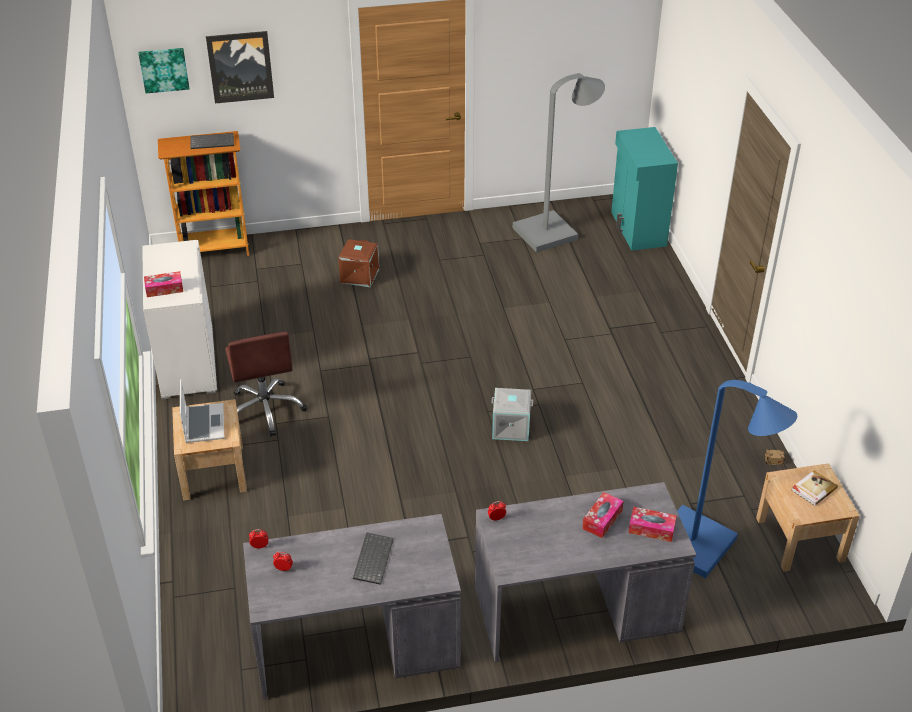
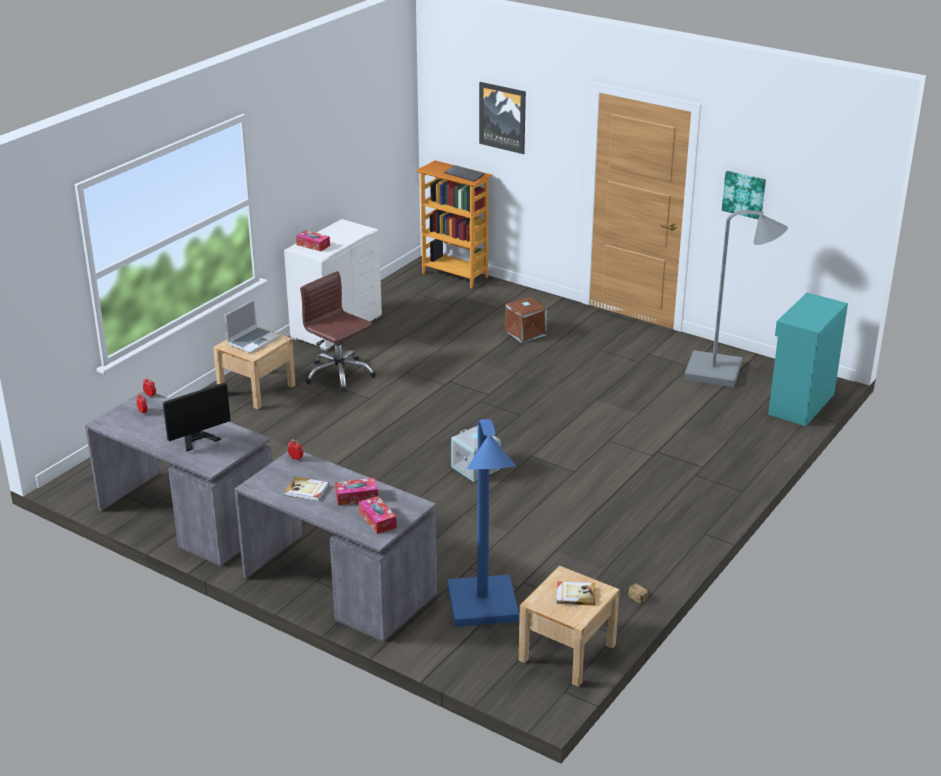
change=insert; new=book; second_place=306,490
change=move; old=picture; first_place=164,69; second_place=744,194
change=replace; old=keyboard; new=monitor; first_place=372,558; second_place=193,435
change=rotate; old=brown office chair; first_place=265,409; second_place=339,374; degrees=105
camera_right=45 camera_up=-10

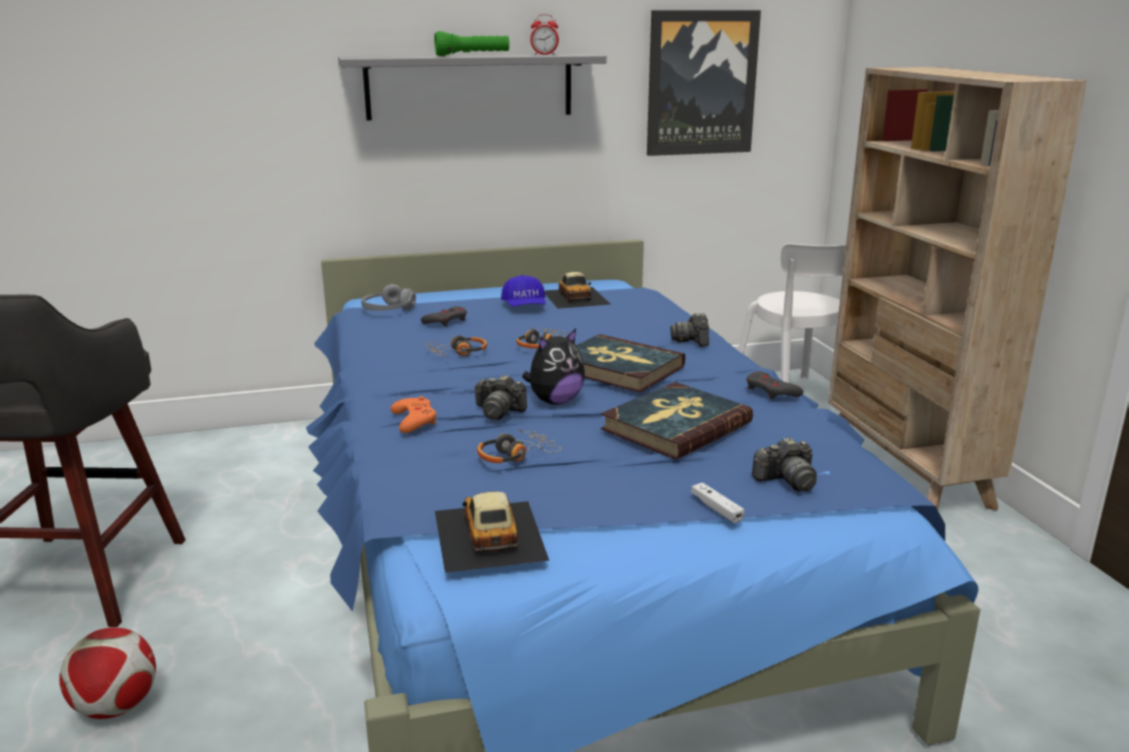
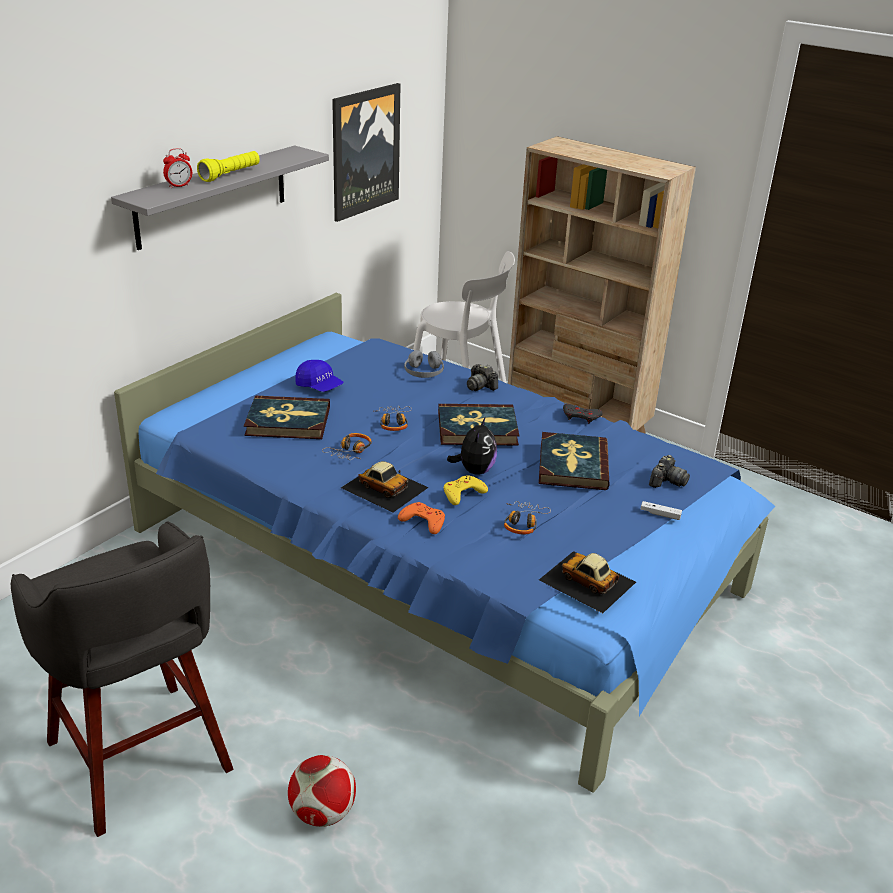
change=move; old=grey headphones; first_place=388,310; second_place=424,373
change=move; old=alarm clock; first_place=544,54; second_place=179,186
change=move; old=toy car; first_place=576,297; second_place=384,487
change=replace; old=grey game controller; new=book; first_place=446,321; second_place=288,421
change=replace; old=photo camera; new=yellow game controller; first_place=499,411; second_place=463,493
change=recolor; old=green flashlight; new=yellow flashlight; first_place=472,56; second_place=230,175
camera_right=-40 camera_up=10

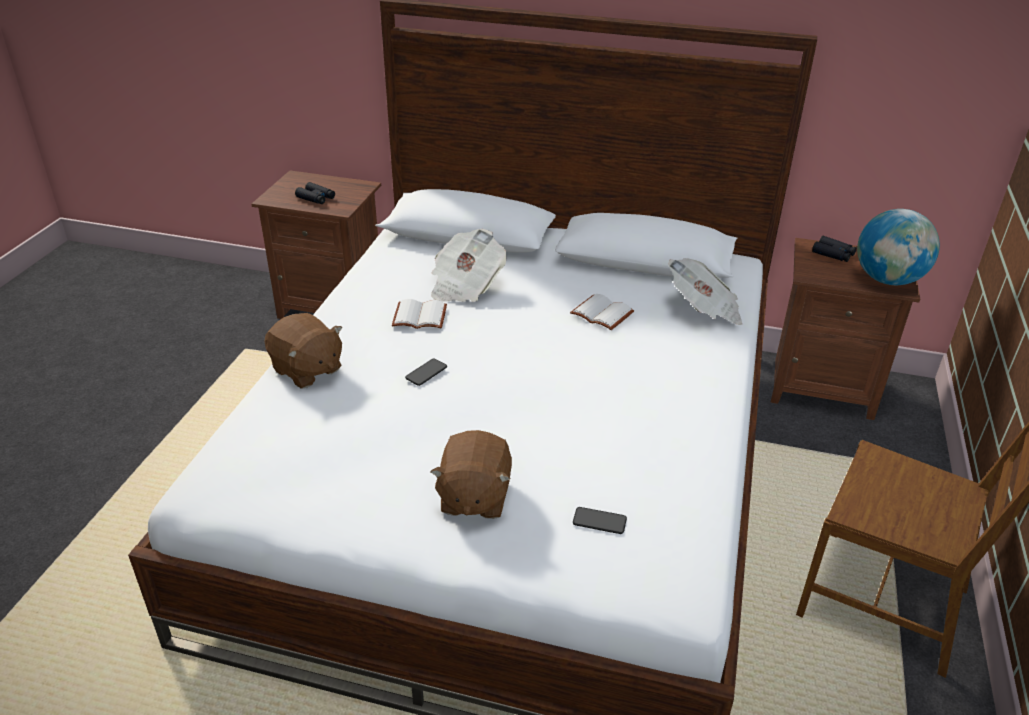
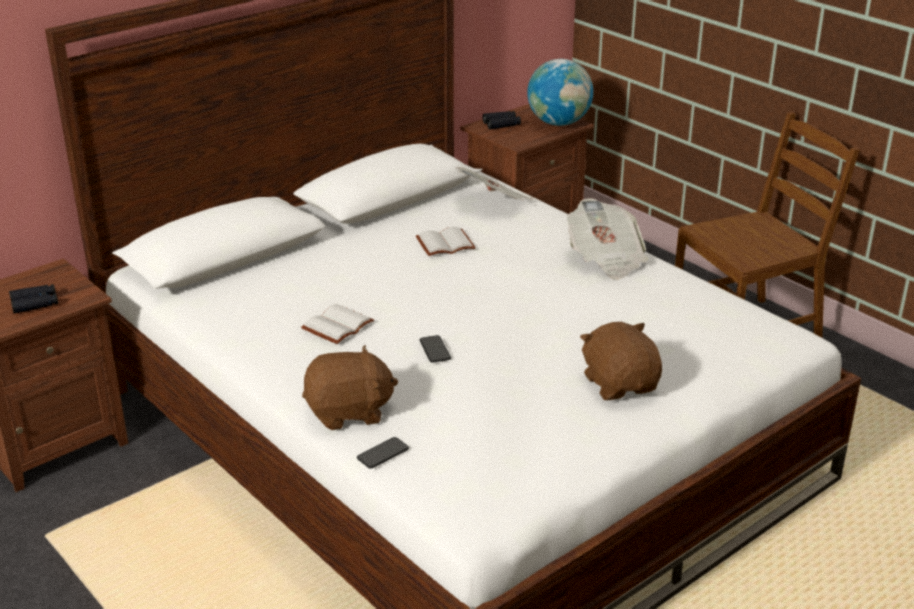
change=move; old=newspaper; first_place=465,285; second_place=606,259
change=move; old=phone; first_place=599,521; second_place=383,454
change=rotate; old=brown plush toy; first_place=473,497; second_place=620,384; degrees=-150
camera_right=-55 camera_up=-5

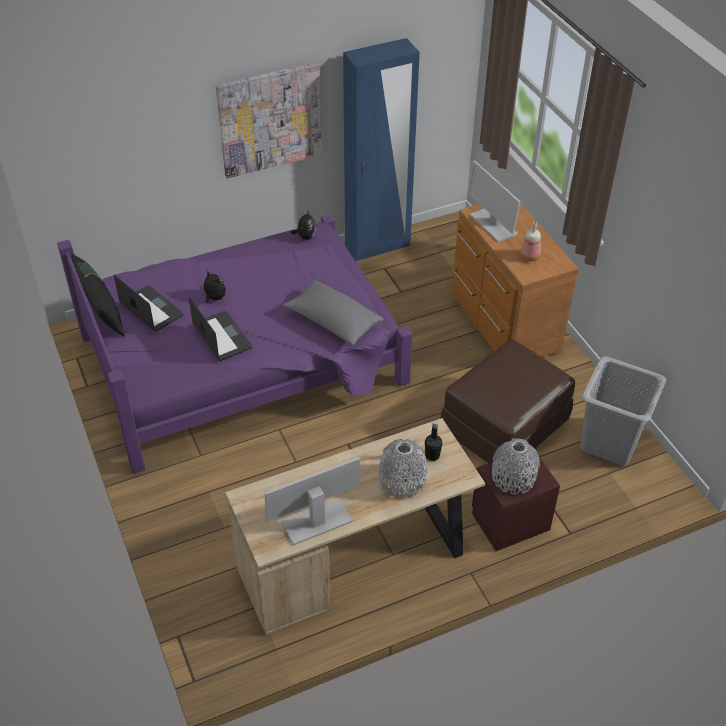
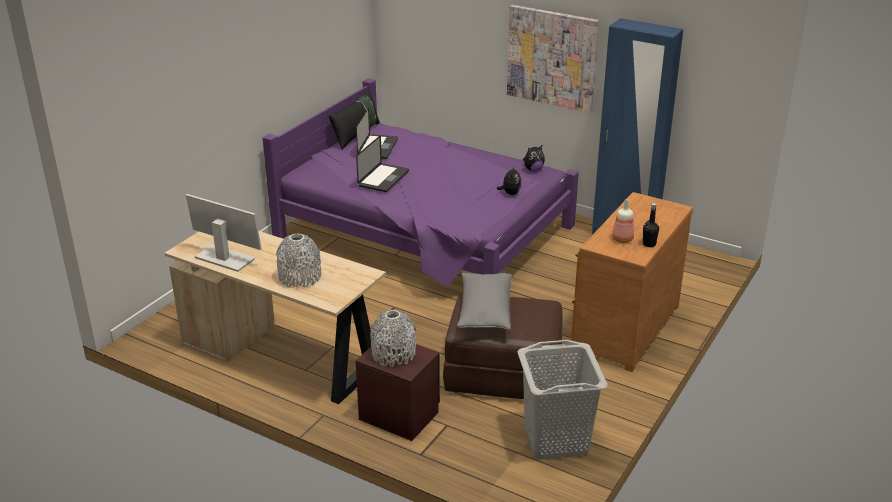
change=delete; old=monitor; first_place=492,224
change=move; old=plush toy; first_place=214,298; second_place=510,193
change=move; old=grey pillow; first_place=333,321; second_place=485,312
change=move; old=black bottle; first_place=432,455; second_place=649,244
camera_right=55 camera_up=-15

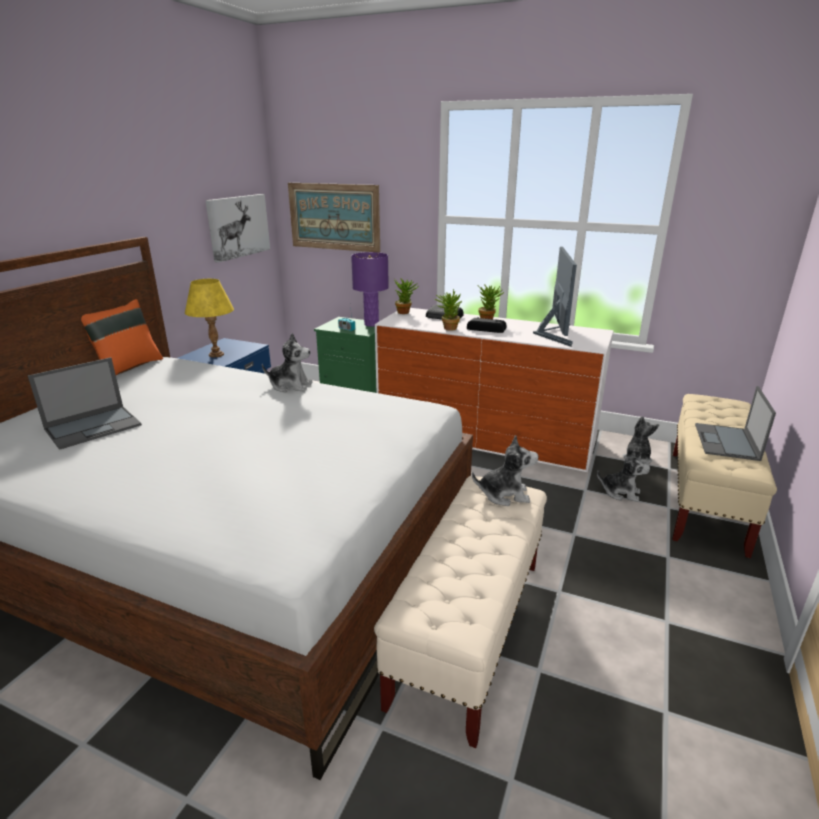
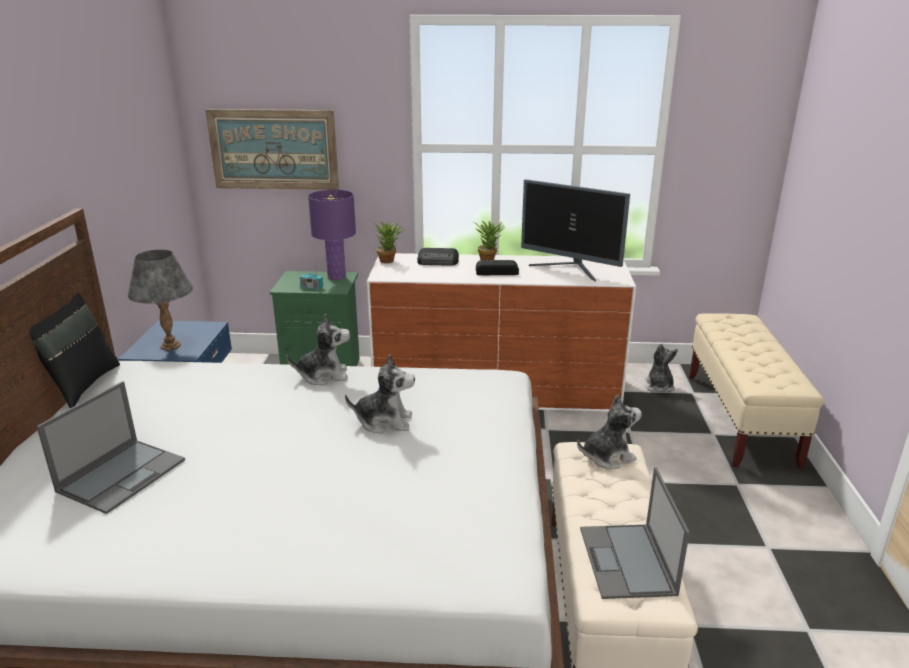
change=delete; old=picture; first_place=238,226
change=delete; old=potted plant; first_place=448,328
change=move; old=plush toy; first_place=620,492; second_place=384,421
change=move; old=laptop; first_place=726,442; second_place=627,562
change=recolor; old=orange pillow; new=black pillow; first_place=127,368; second_place=81,385
change=recolor; old=yellow table lamp; new=grey table lamp; first_place=216,355; second_place=171,346
change=rotate; old=monitor; first_place=554,334; second_place=570,270; degrees=135
camera_right=-20 camera_up=0

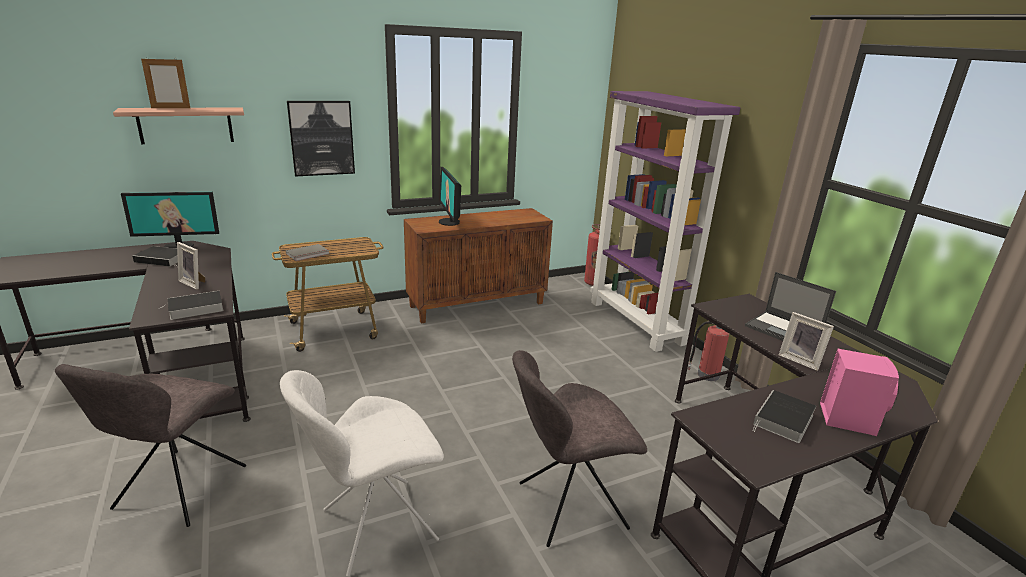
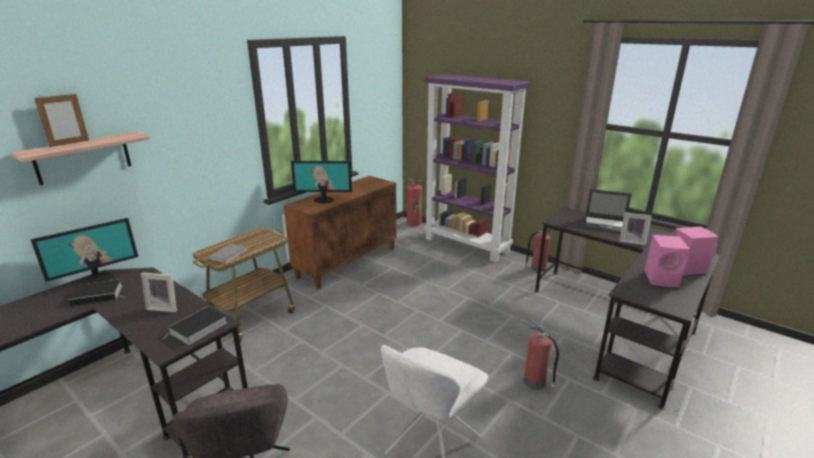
change=delete; old=picture; first_place=321,138
change=replace; old=grey chair; new=fire extinguisher; first_place=567,506; second_place=535,382
change=replace; old=book; new=pink speaker; first_place=783,420; second_place=662,279
change=rotate; old=monitor; first_place=449,222; second_place=324,200; degrees=-45
camera_right=-25 camera_up=0

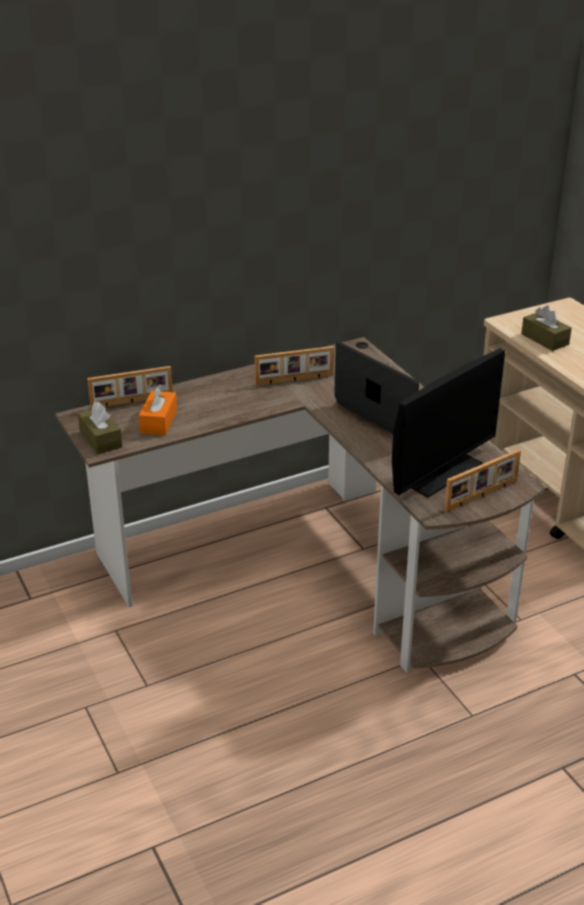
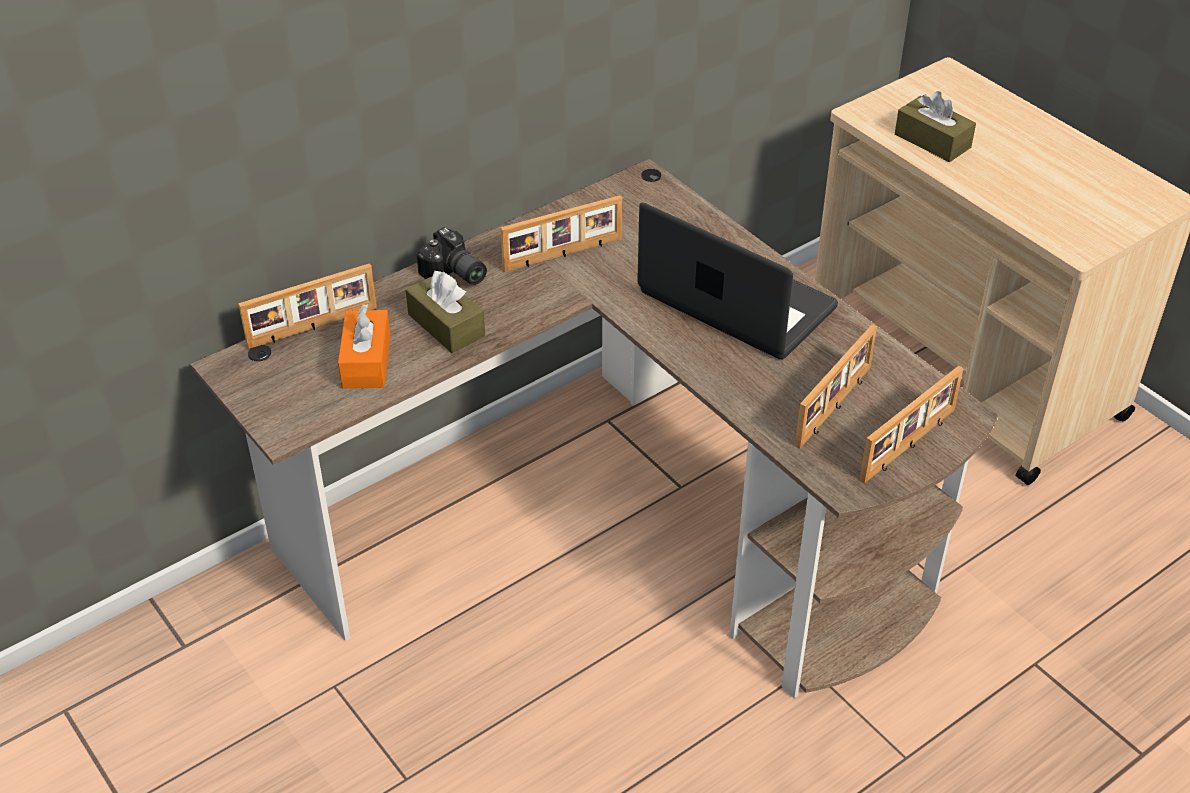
change=insert; new=photo camera; second_place=454,275
change=move; old=brown tissue box; first_place=100,439; second_place=446,325
change=replace; old=monitor; new=picture frame; first_place=440,472; second_place=835,407
camera_right=-10 camera_up=10

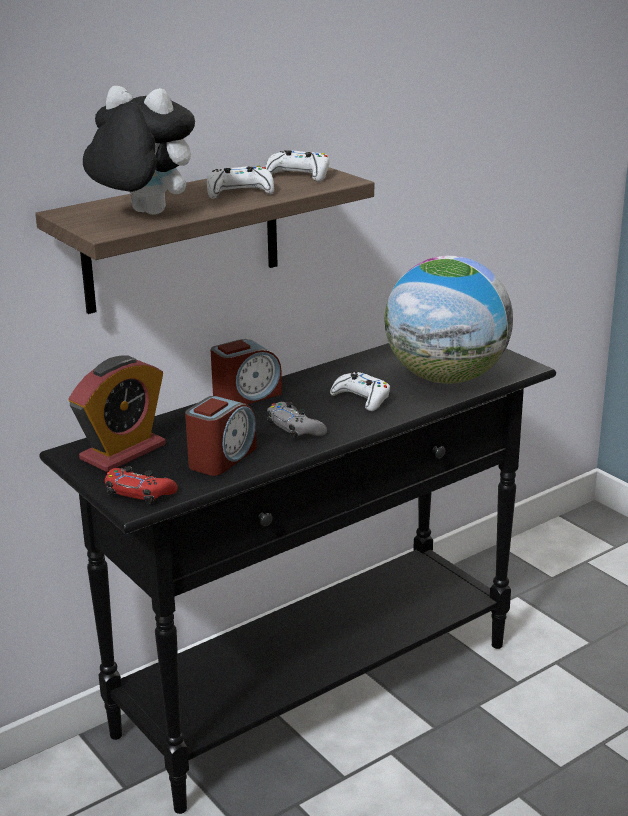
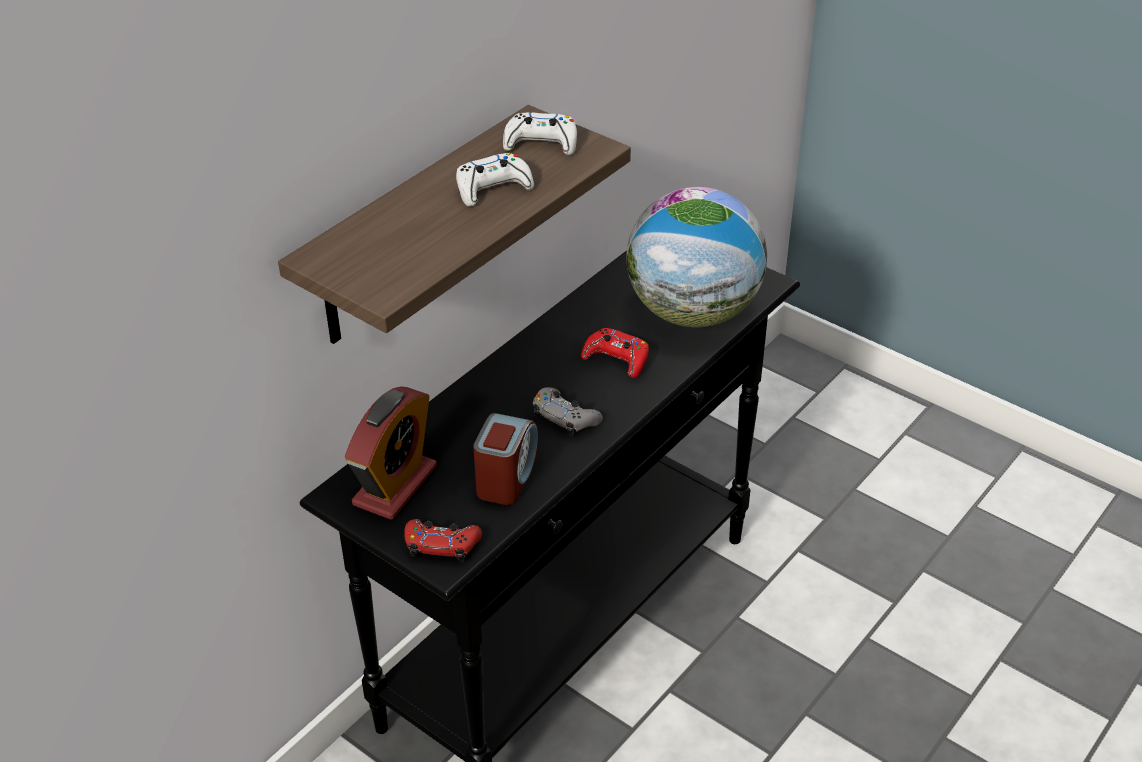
change=delete; old=plush toy; first_place=142,214
change=delete; old=alarm clock; first_place=246,396
change=recolor; old=white game controller; new=red game controller; first_place=361,398; second_place=617,359
camera_right=-15 camera_up=15

